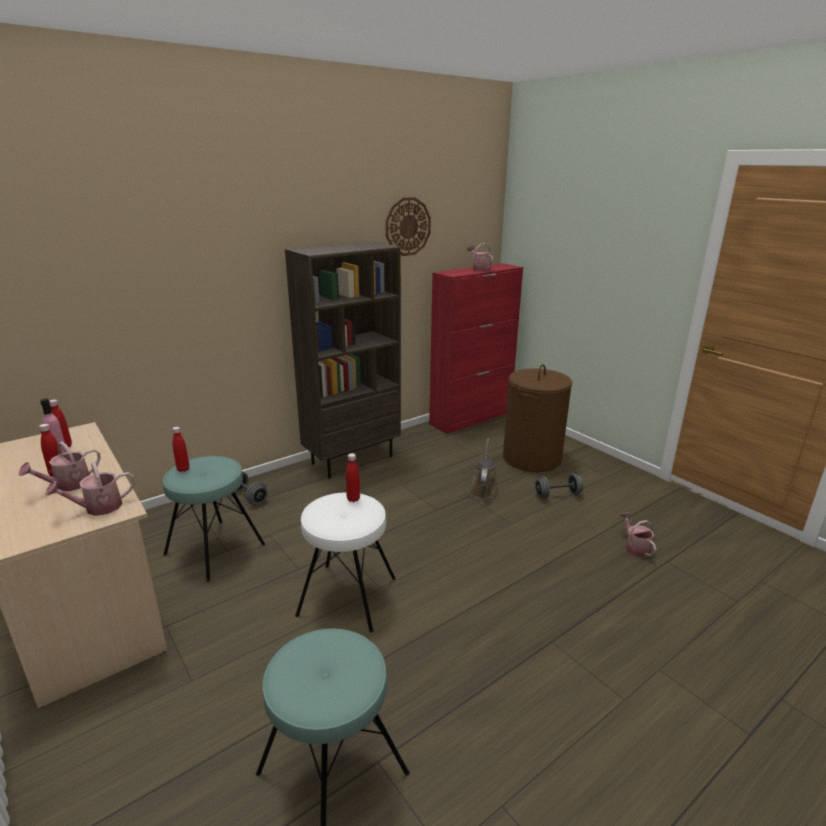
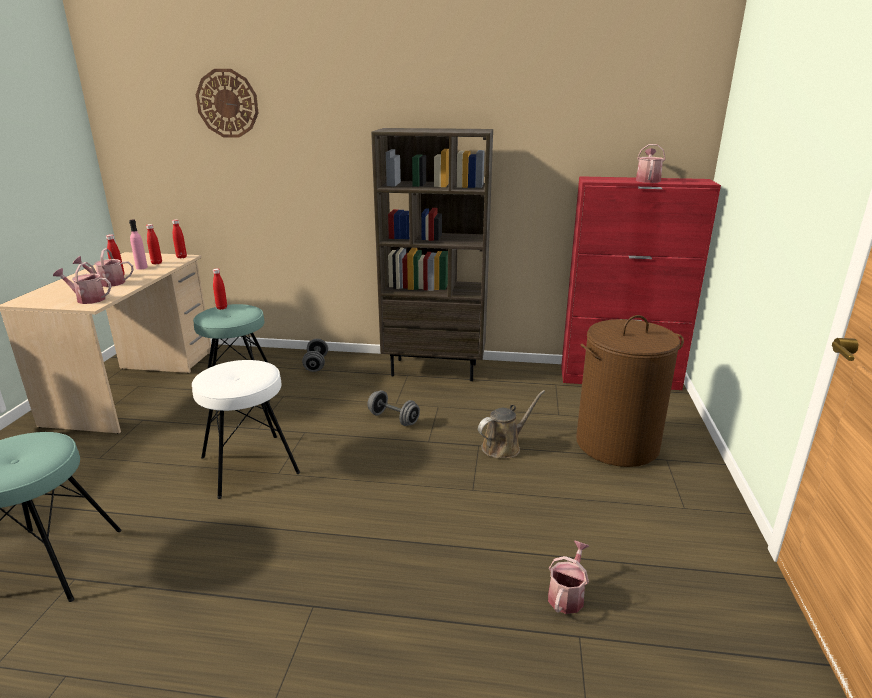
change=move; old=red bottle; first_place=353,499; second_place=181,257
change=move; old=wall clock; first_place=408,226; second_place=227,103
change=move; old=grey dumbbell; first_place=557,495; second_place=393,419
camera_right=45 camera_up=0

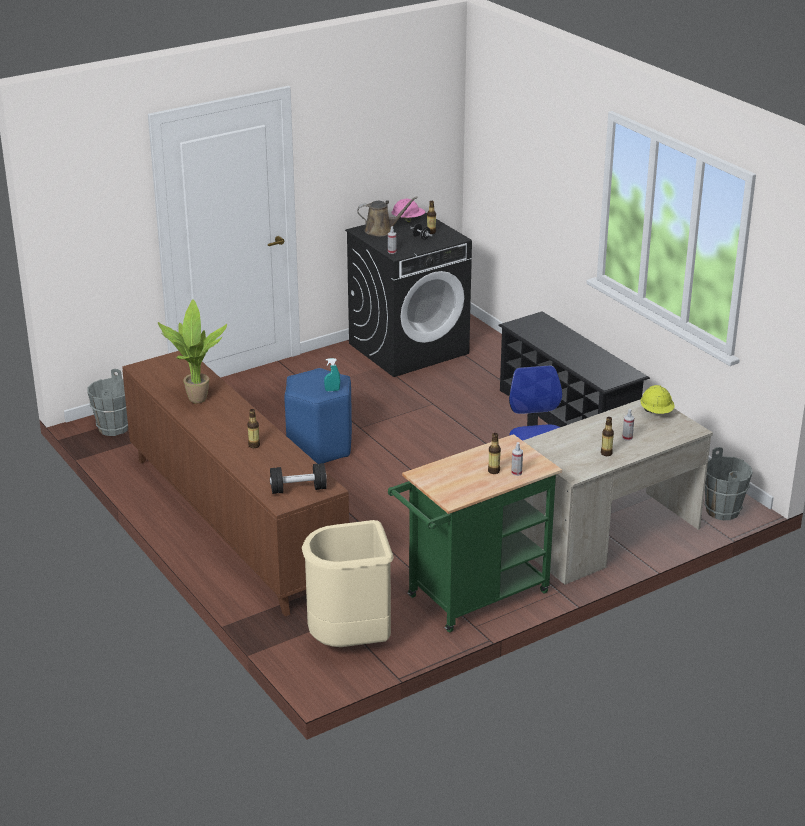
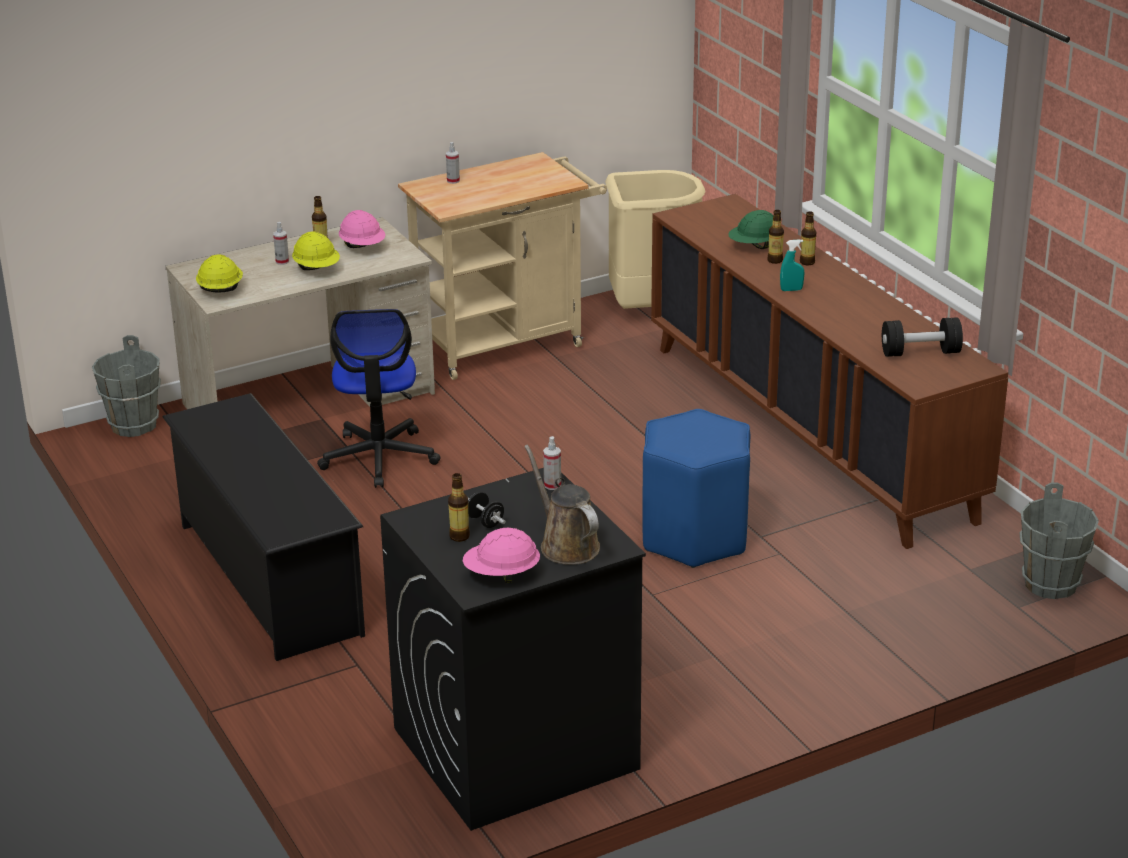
change=delete; old=potted plant; first_place=194,399
change=insert; new=yellow hard hat; second_place=317,269
change=insert; new=pink hard hat; second_place=363,247
change=insert; new=green hard hat; second_place=754,246
change=move; old=black dumbbell; first_place=298,489; second_place=920,352
change=move; old=turquoise spray bottle; first_place=332,390; second_place=791,290
change=move; old=bottle; first_place=493,471; second_place=807,262
change=recolor; old=green cart; new=beige cart; first_place=471,598; second_place=508,342
change=rotate; old=brown watering can; first_place=381,230; second_place=566,545; degrees=60
camera_right=-175 camera_up=0

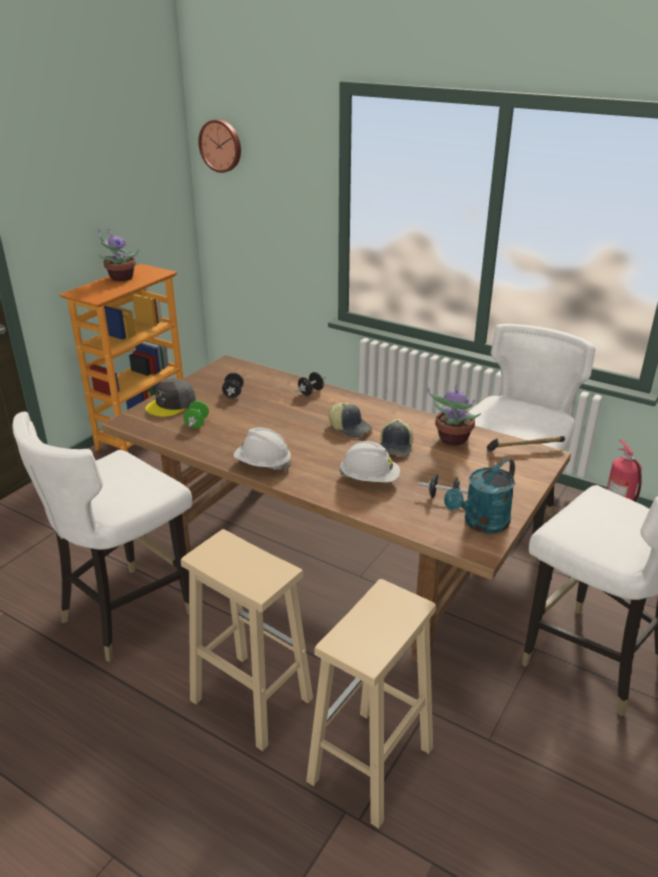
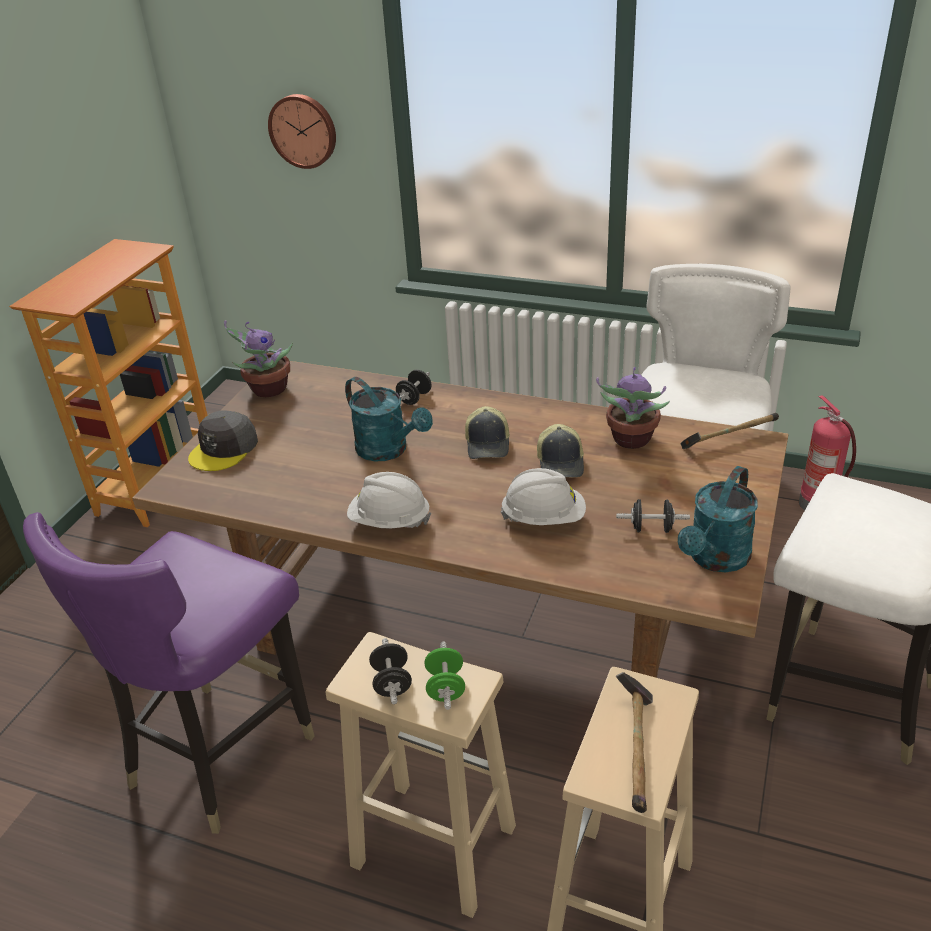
change=insert; new=turquoise watering can; second_place=388,450
change=insert; new=hammer; second_place=637,750
change=move; old=potted plant; first_place=120,278; second_place=267,390
change=move; old=green dumbbell; first_place=197,423; second_place=445,687
change=move; old=wall clock; first_place=221,145; second_place=303,130
change=move; old=black dumbbell; first_place=233,393; second_place=392,683
change=recolor; old=white chair; new=purple chair; first_place=127,612; second_place=219,754
change=rotate; old=cap; first_place=350,427; second_place=488,444; degrees=60
camera_right=-10 camera_up=5

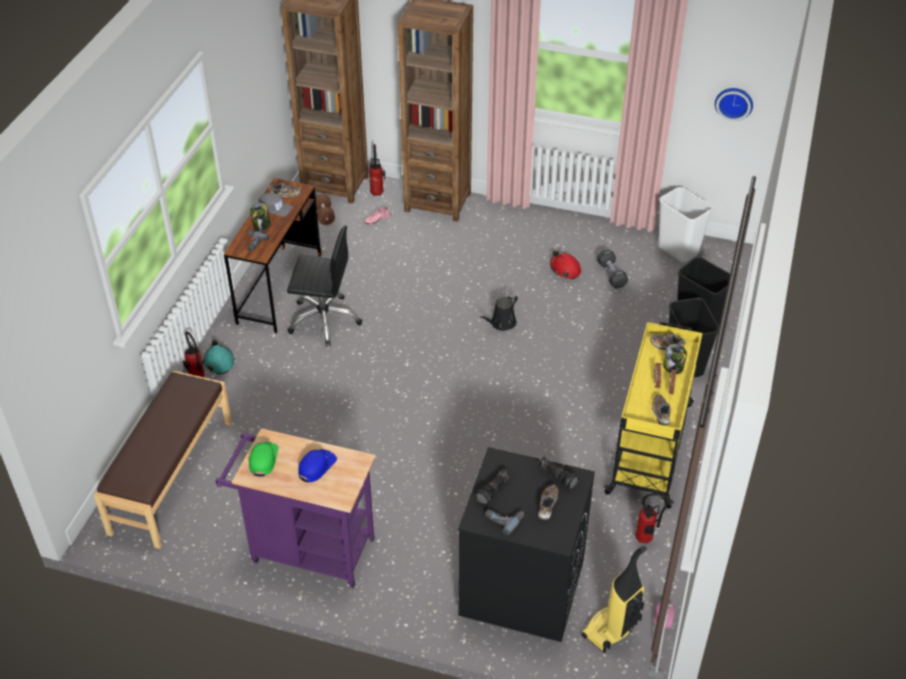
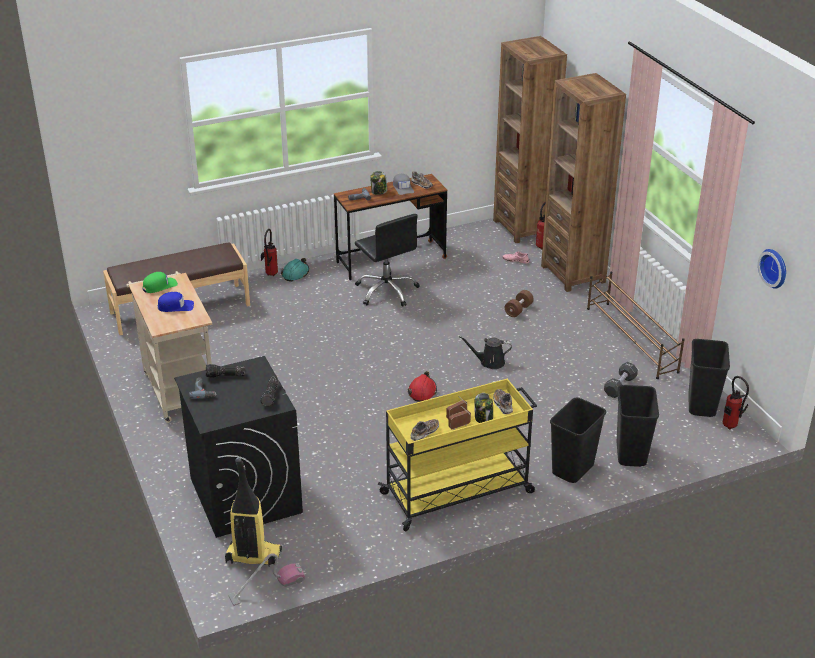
change=delete; old=shoe; first_place=547,505
change=insert; new=brown shoe rack; second_place=631,340
change=move; old=brown dumbbell; first_place=324,216; second_place=518,310
change=move; old=red hard hat; first_place=565,269; second_place=422,391
change=move; old=fire extinguisher; first_place=646,540; second_place=730,427
change=recolor; old=purple cart; new=beige cart; first_place=306,549; second_place=178,388
change=recolor; old=white trash can; new=black trash can; first_place=679,250; second_place=702,406
camera_right=50 camera_up=-10

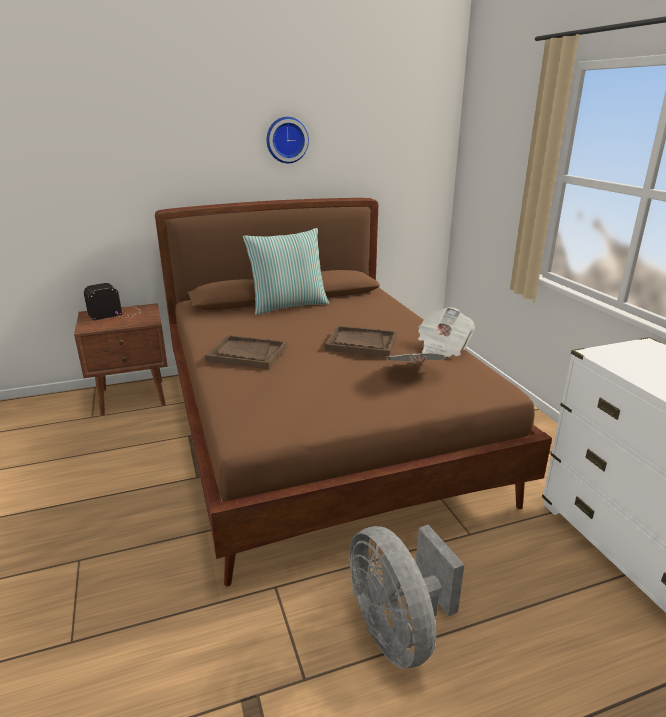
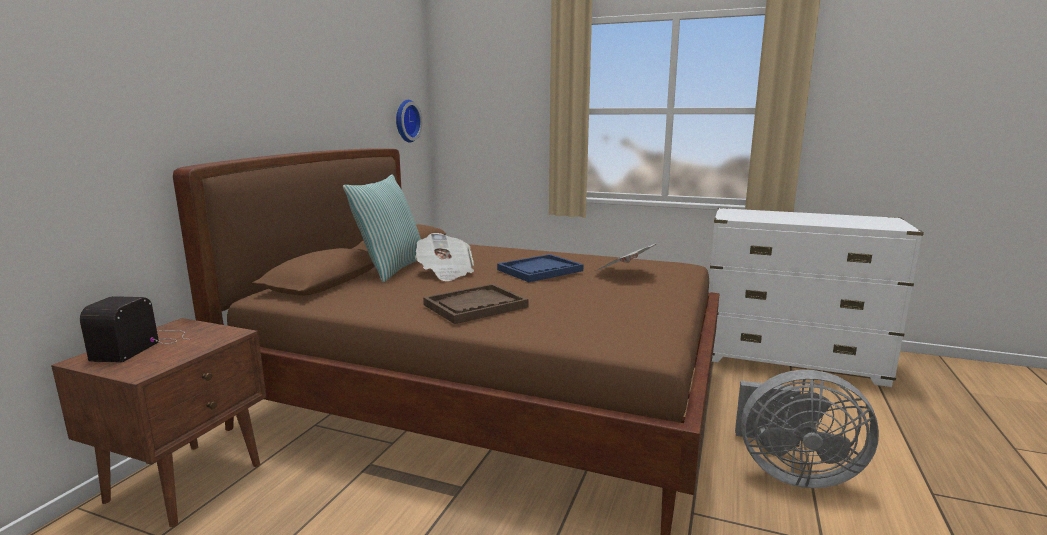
change=move; old=wall clock; first_place=286,140; second_place=405,121
change=move; old=newspaper; first_place=442,347; second_place=445,272
change=recolor; old=brown tray; new=blue tray; first_place=361,343; second_place=540,270
camera_right=-50 camera_up=-10

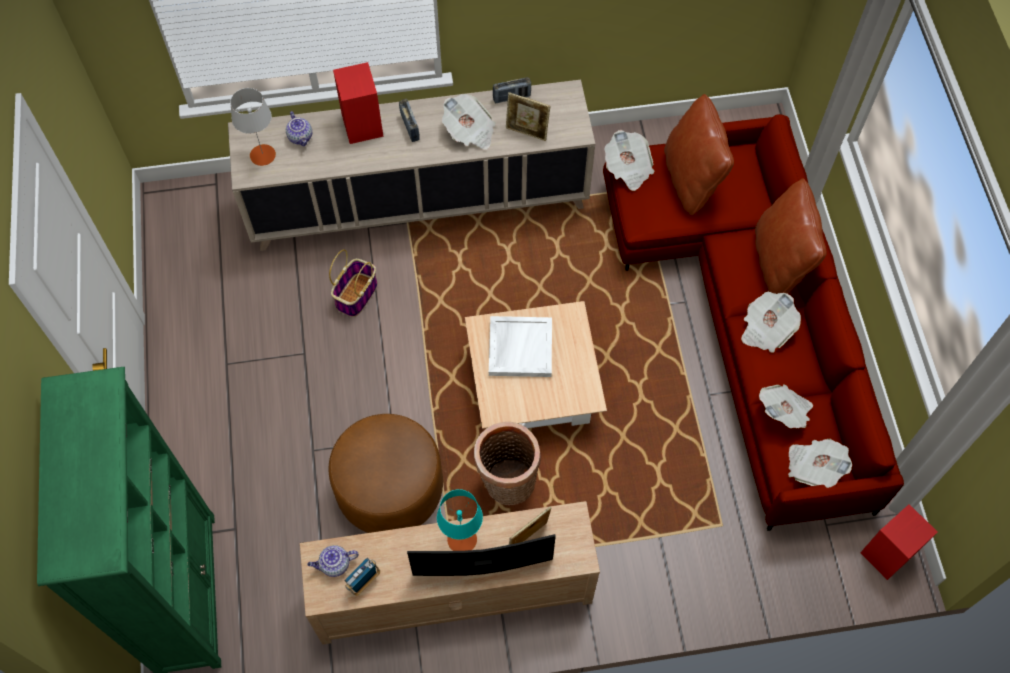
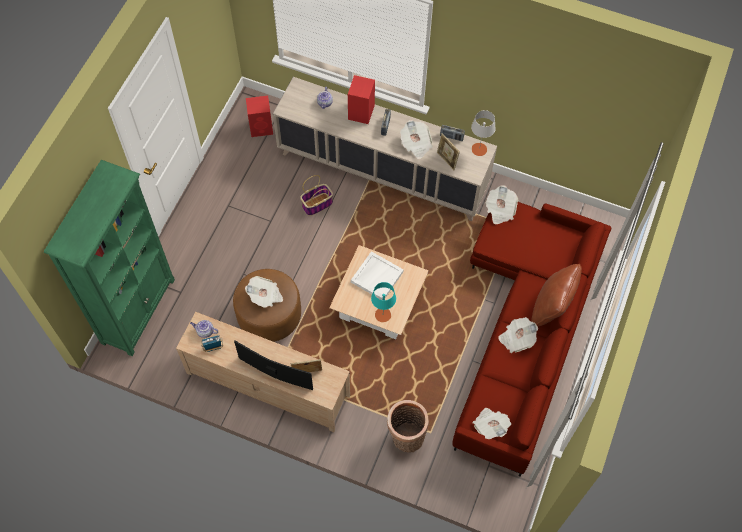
change=delete; old=brown pillow; first_place=691,179
change=move; old=grey table lamp; first_place=262,155; second_place=479,149
change=move; old=turquoise table lamp; first_place=462,539; second_place=383,315
change=move; old=basket; first_place=507,484; second_place=405,437
change=move; old=newspaper; first_place=784,412; second_place=265,296
change=move; old=red speaker; first_place=888,552; second_place=262,127
camera_right=30 camera_up=0

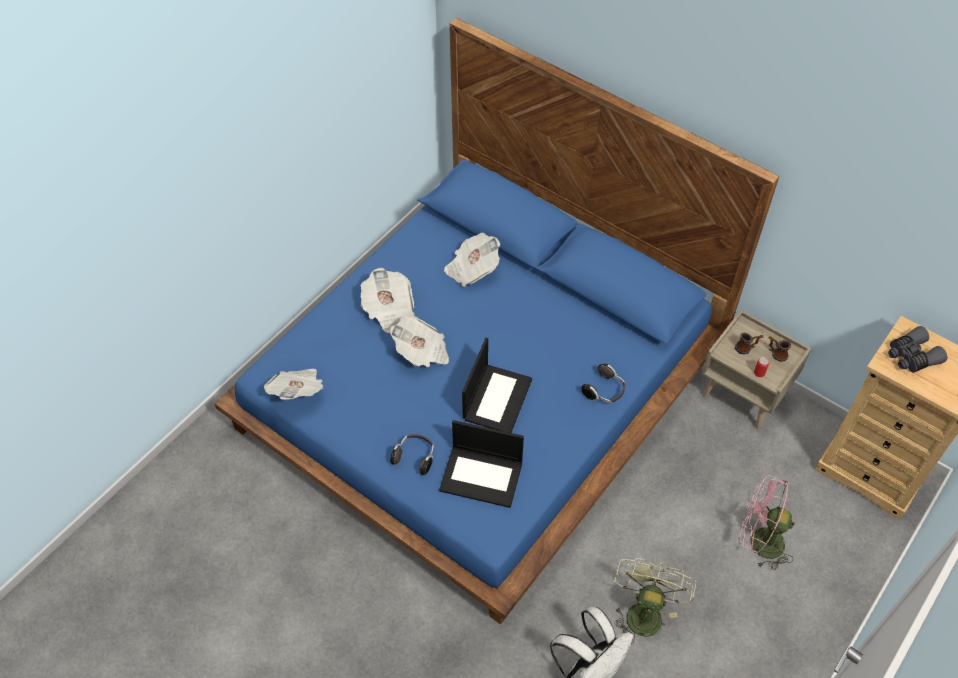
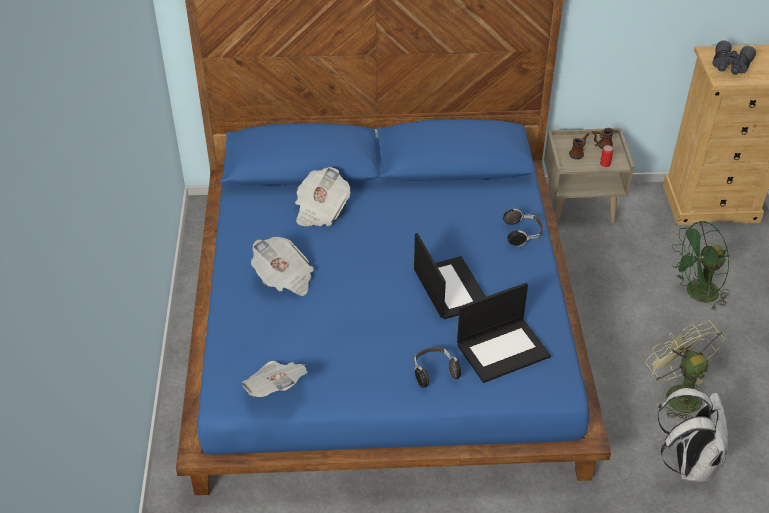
change=delete; old=newspaper; first_place=422,352
change=recolor; old=pink fan; new=green fan; first_place=759,542; second_place=696,294
camera_right=-40 camera_up=-10

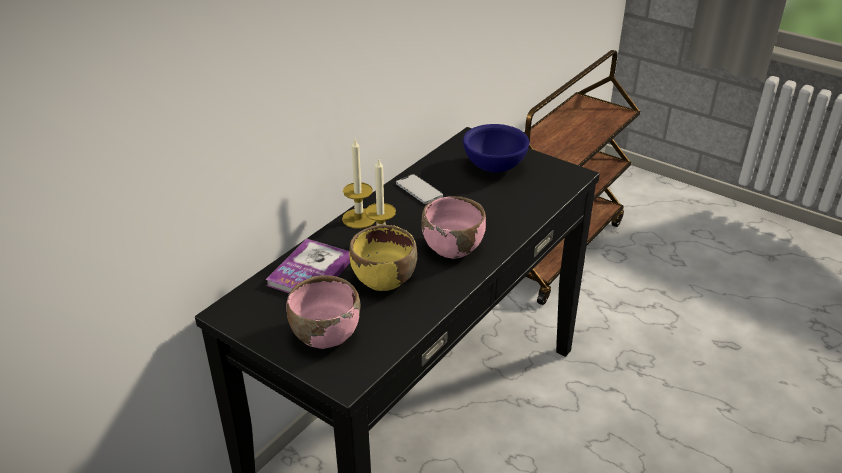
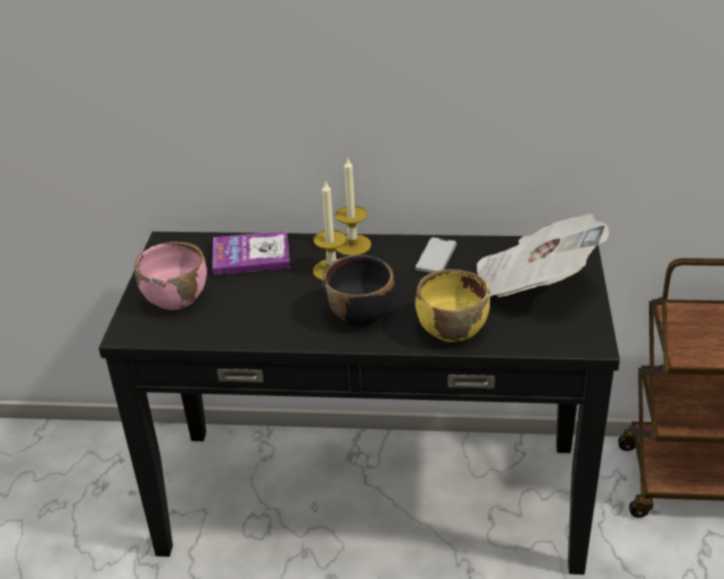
change=move; old=yellow bowl; first_place=383,279; second_place=451,329
change=replace; old=blue bowl; new=newspaper; first_place=494,167; second_place=534,284
change=recolor; old=pink bowl; new=black bowl; first_place=453,247; second_place=360,314
camera_right=60 camera_up=0

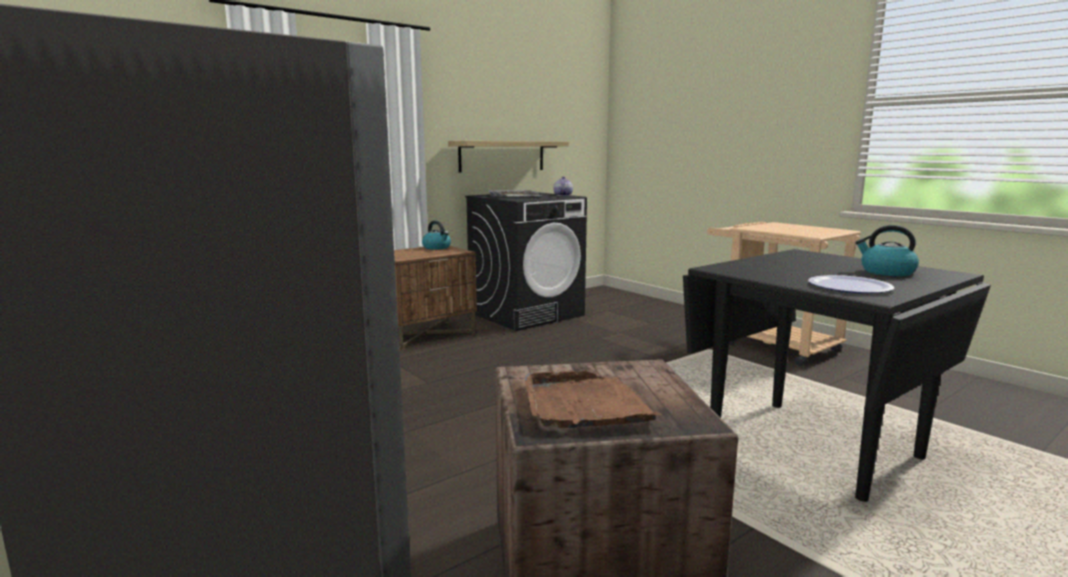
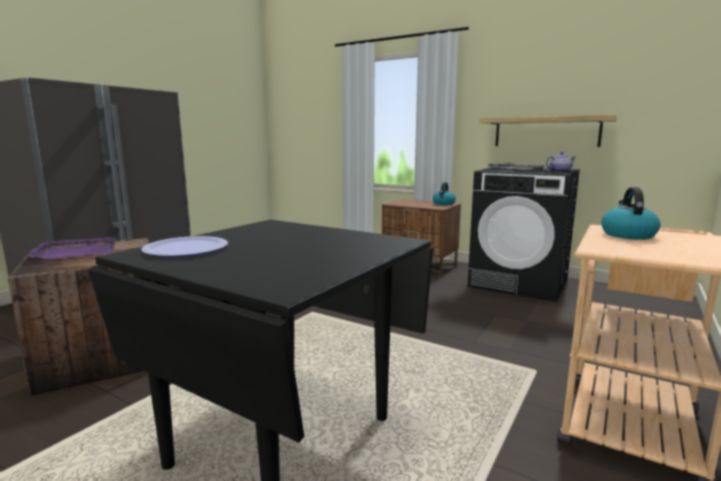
change=move; old=kettle; first_place=886,272; second_place=627,235
change=recolor; old=brown tray; new=purple tray; first_place=584,405; second_place=76,252
camera_right=70 camera_up=0

